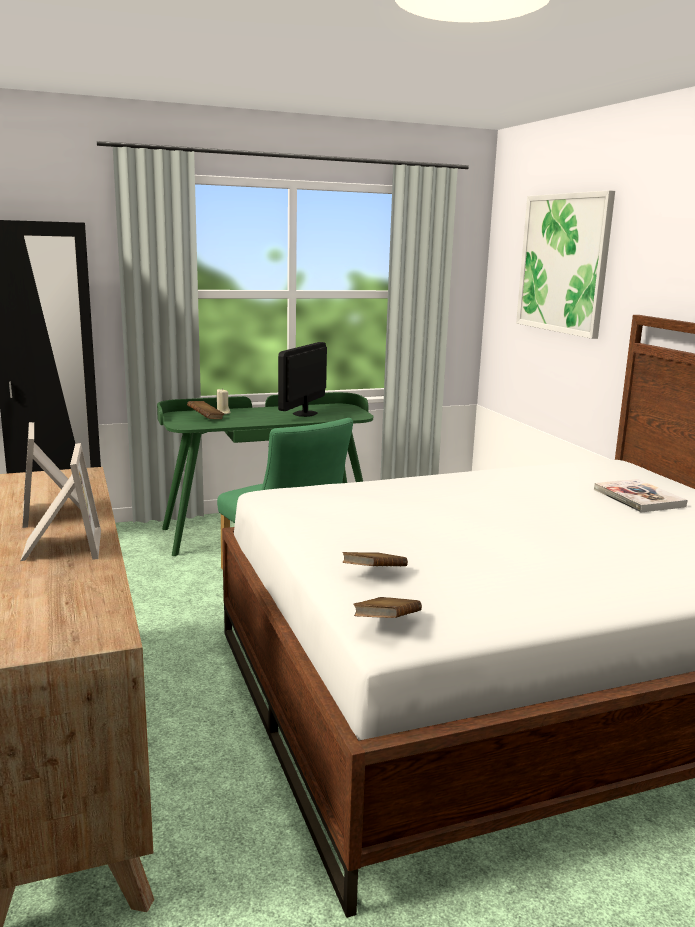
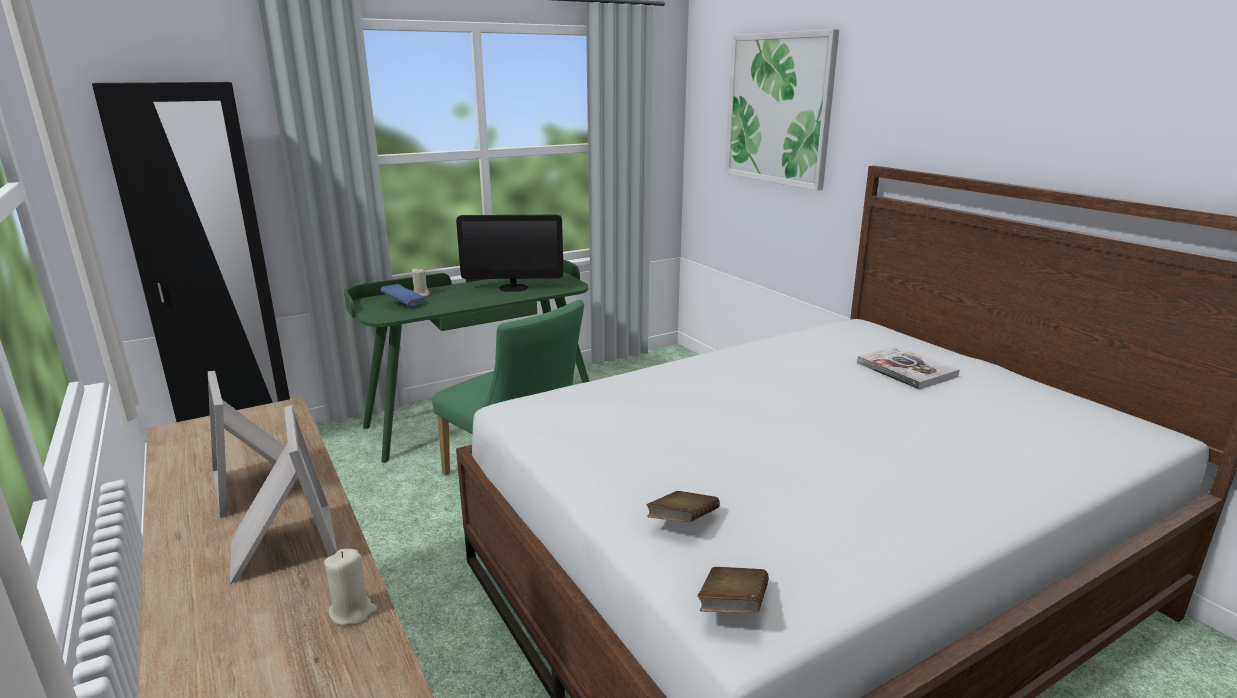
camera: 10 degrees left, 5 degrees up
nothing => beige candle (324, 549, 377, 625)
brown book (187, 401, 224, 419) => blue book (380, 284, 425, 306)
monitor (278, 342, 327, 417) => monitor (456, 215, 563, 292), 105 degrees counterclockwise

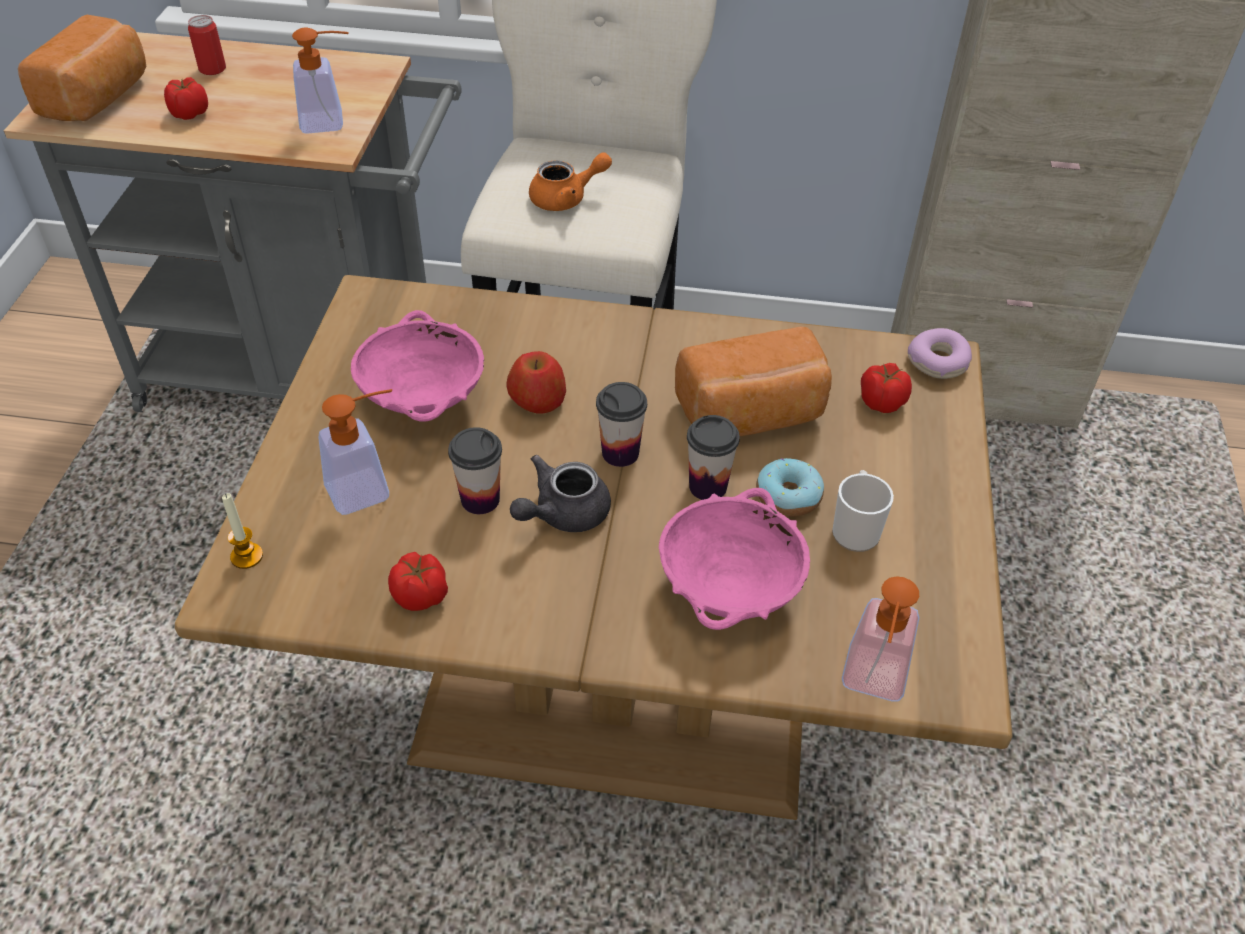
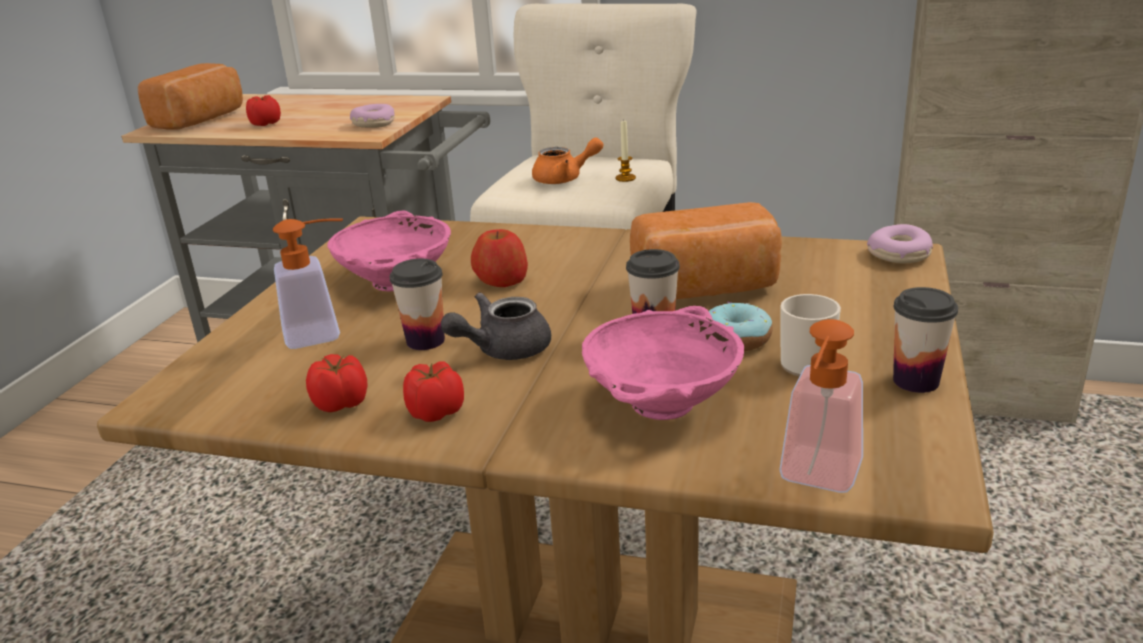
camera: 10 degrees right, 20 degrees down
soap dispenser (292, 28, 349, 134) => donut (350, 104, 395, 128)
tomato (861, 363, 912, 413) => tomato (403, 362, 464, 422), moved
candle (222, 493, 263, 569) => candle (616, 119, 636, 182), moved
cup (596, 382, 647, 467) => cup (893, 287, 958, 393), moved
can (188, 15, 226, 75) => nothing

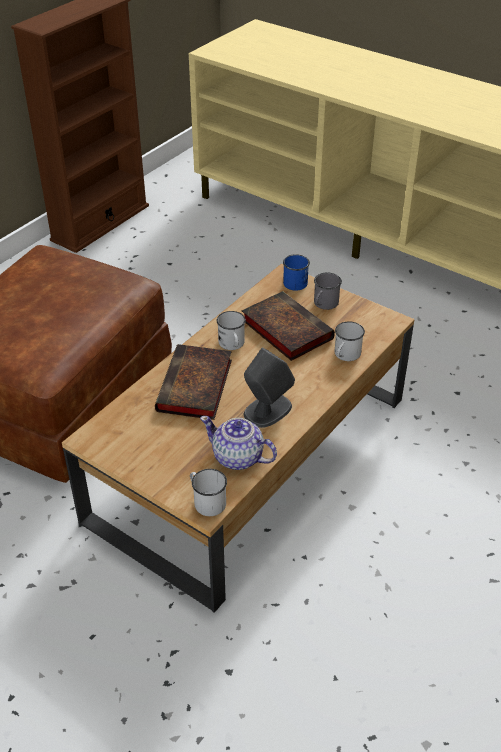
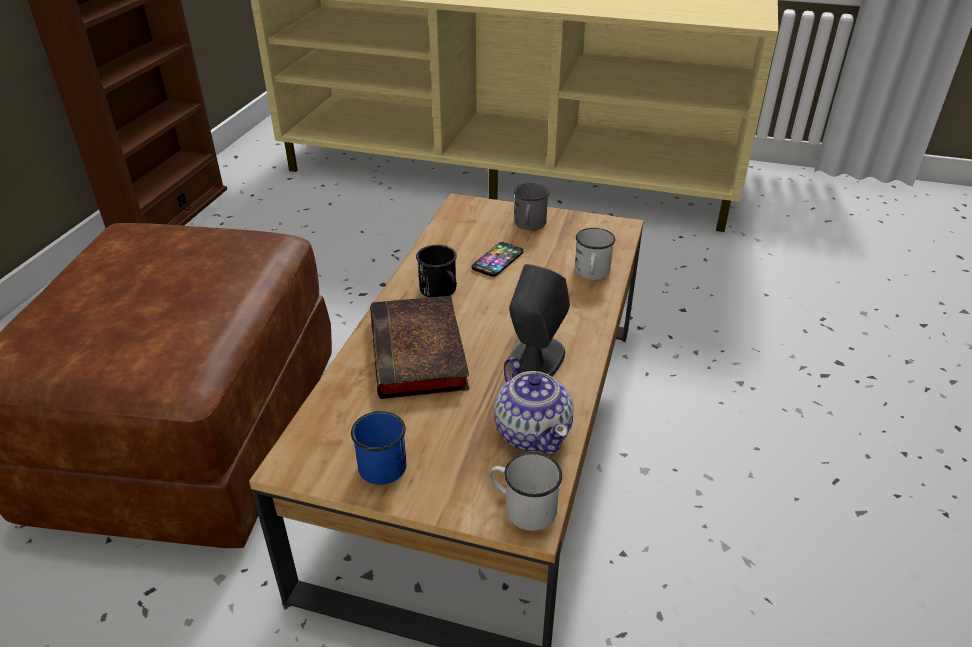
camera: 20 degrees left, 5 degrees down
blue mug (283, 254, 310, 291) => blue mug (351, 411, 407, 485), moved
white mug (217, 311, 246, 350) => black mug (416, 245, 457, 297)
book (242, 291, 335, 361) => phone (472, 242, 524, 277)
teapot (200, 416, 277, 470) => teapot (494, 357, 573, 455), 120 degrees counterclockwise

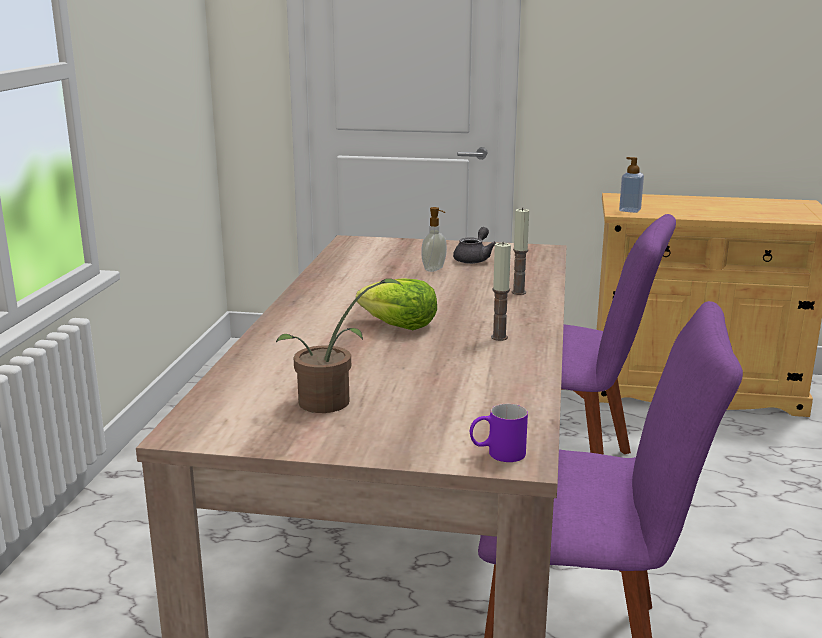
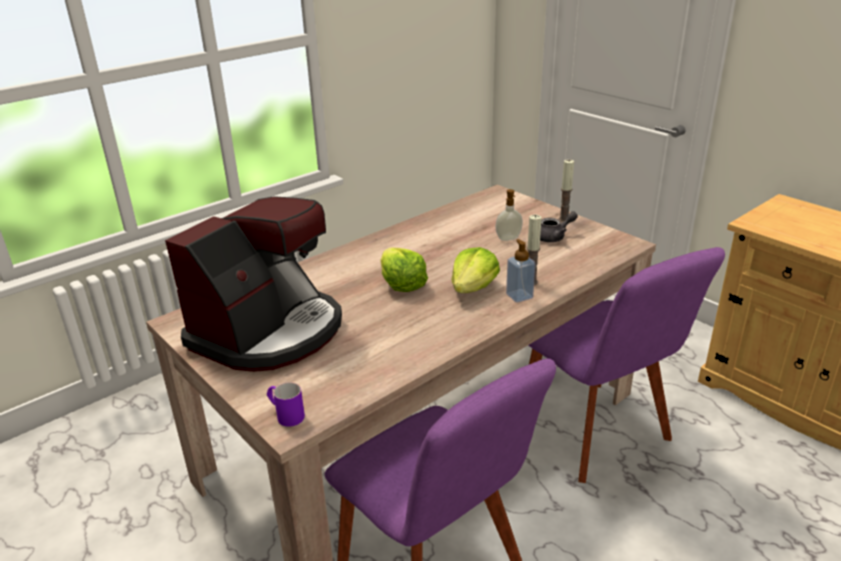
camera: 40 degrees right, 10 degrees up
potted plant (276, 278, 403, 413) => coffee machine (165, 196, 342, 372)
nothing => lettuce (452, 247, 500, 293)
soap dispenser (619, 157, 644, 213) => soap dispenser (506, 239, 535, 303), moved
candle (491, 241, 511, 341) => candle (559, 159, 574, 221), moved

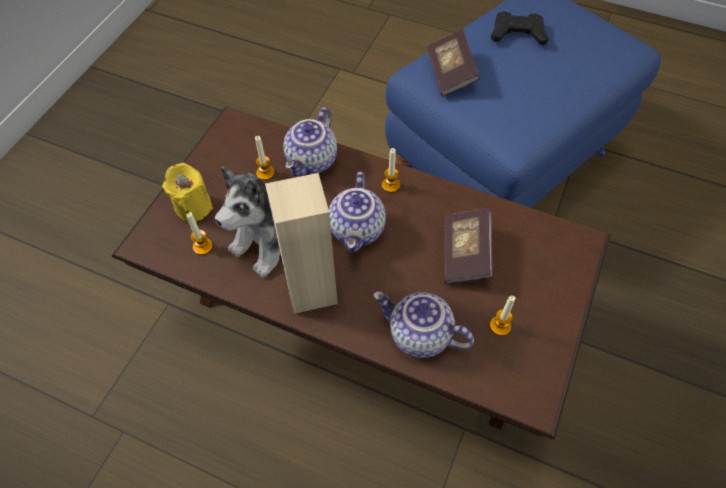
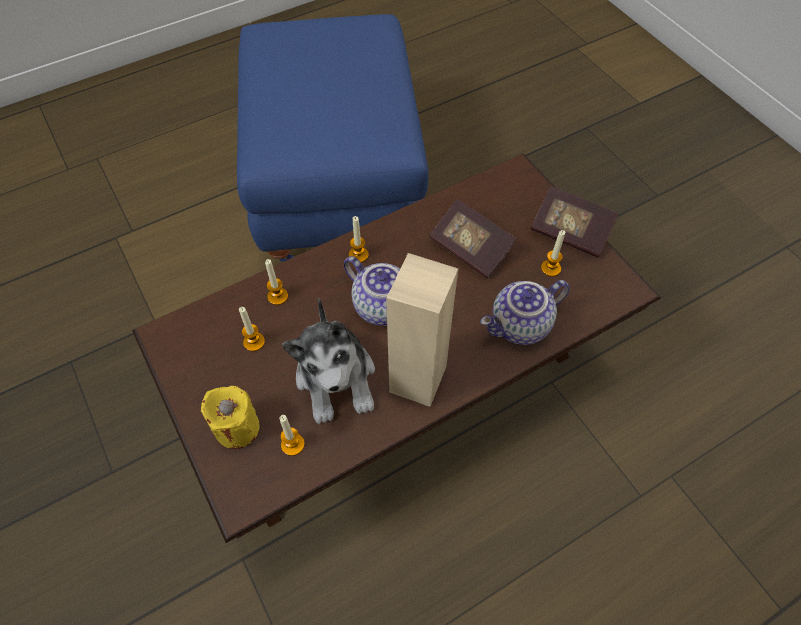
camera: 55 degrees left, 0 degrees up
teapot (283, 107, 337, 177) => candle (265, 259, 288, 305)
book (427, 29, 480, 97) => book (531, 186, 619, 257), moved
black game controller (491, 11, 549, 46) => nothing

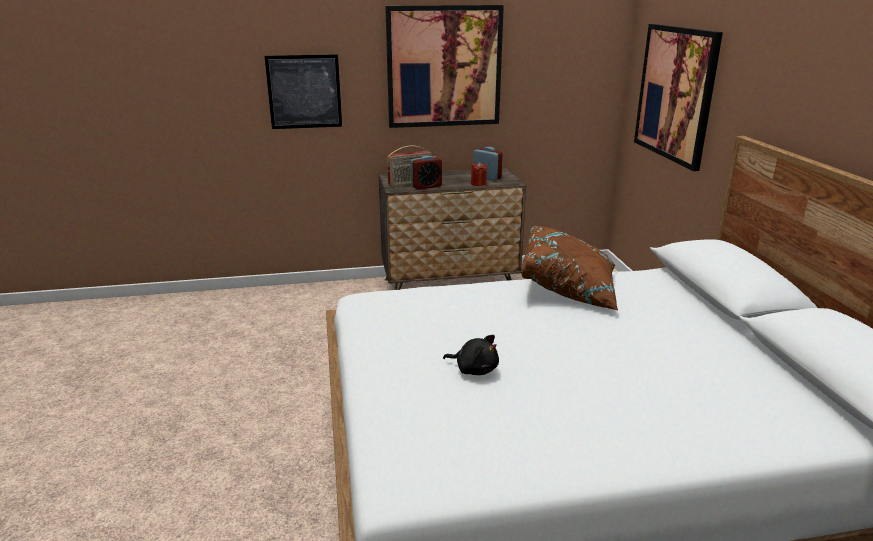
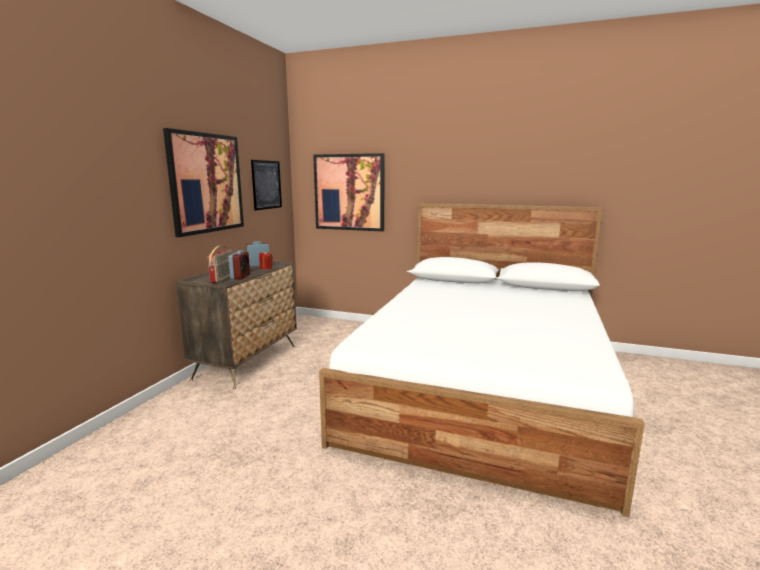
camera: 60 degrees left, 10 degrees down
picture (265, 54, 342, 129) => picture (251, 160, 282, 210), moved
black plush toy (443, 335, 499, 375) => nothing
brown pillow (521, 226, 618, 310) => nothing

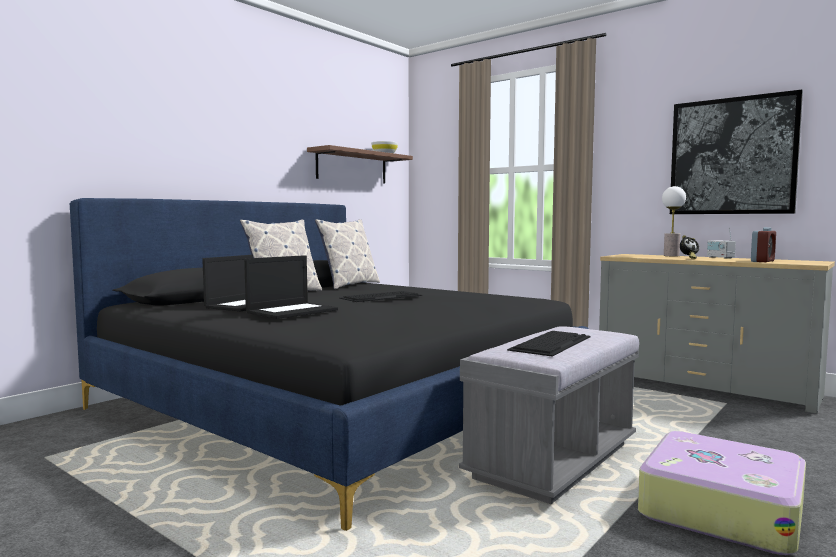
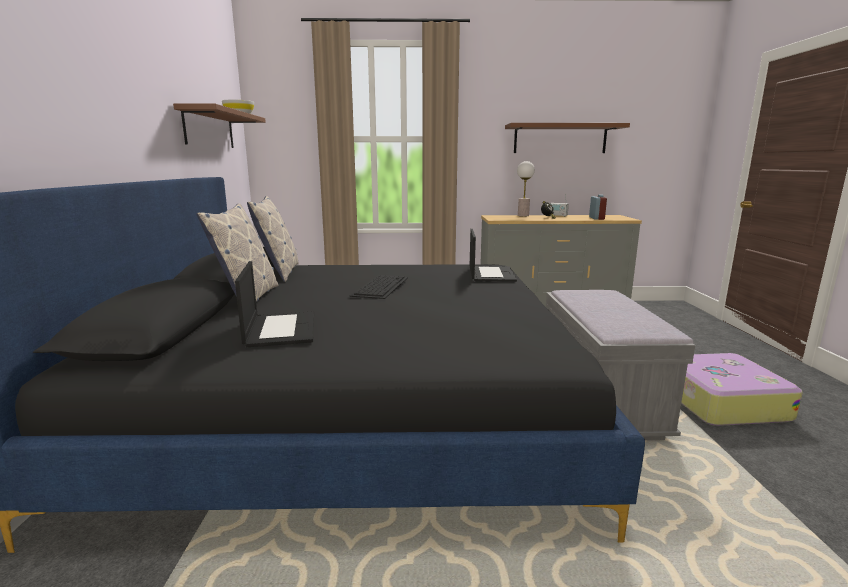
camera: 40 degrees left, 10 degrees up
laptop (244, 255, 338, 319) => laptop (470, 229, 517, 282), moved
picture (670, 90, 803, 214) => brown shelf (505, 123, 630, 153)
keyboard (507, 331, 591, 357) => nothing

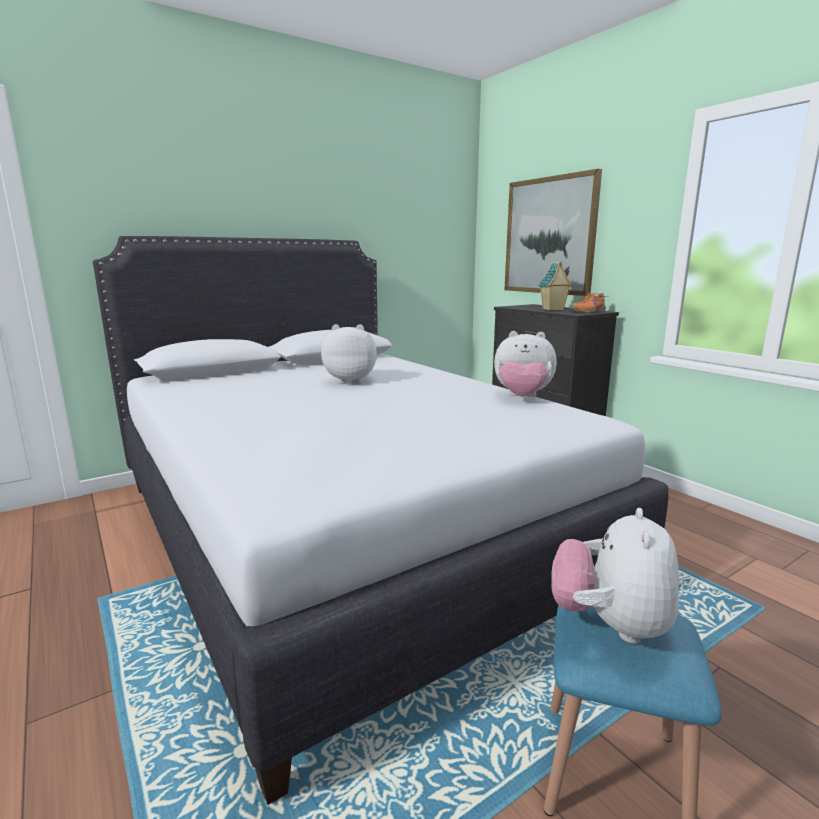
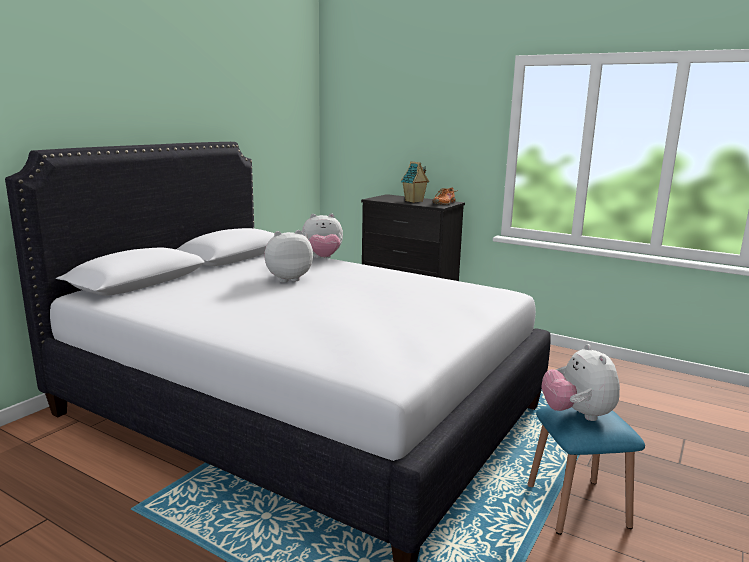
camera: 25 degrees left, 0 degrees up
plush toy (494, 331, 557, 397) => plush toy (302, 213, 343, 258), moved
picture (504, 169, 602, 296) => nothing

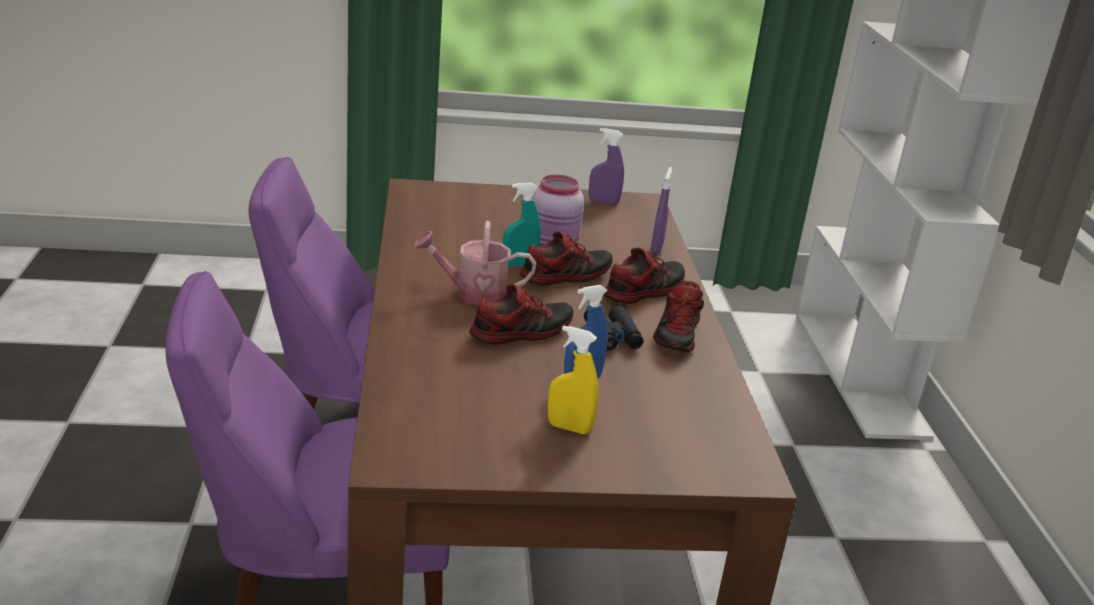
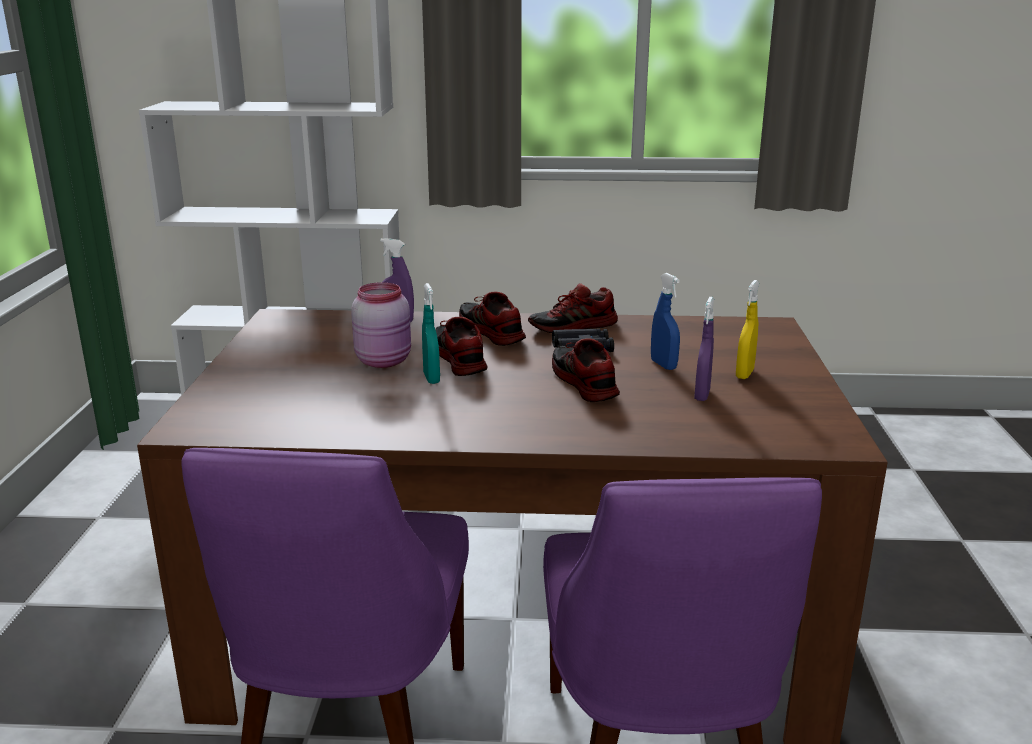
camera: 80 degrees left, 5 degrees down
shoe (653, 280, 704, 352) => shoe (528, 283, 618, 333), 135 degrees clockwise
purple spray bottle (589, 128, 624, 205) => purple spray bottle (694, 297, 714, 401), moved
watering can (413, 221, 536, 305) => nothing

